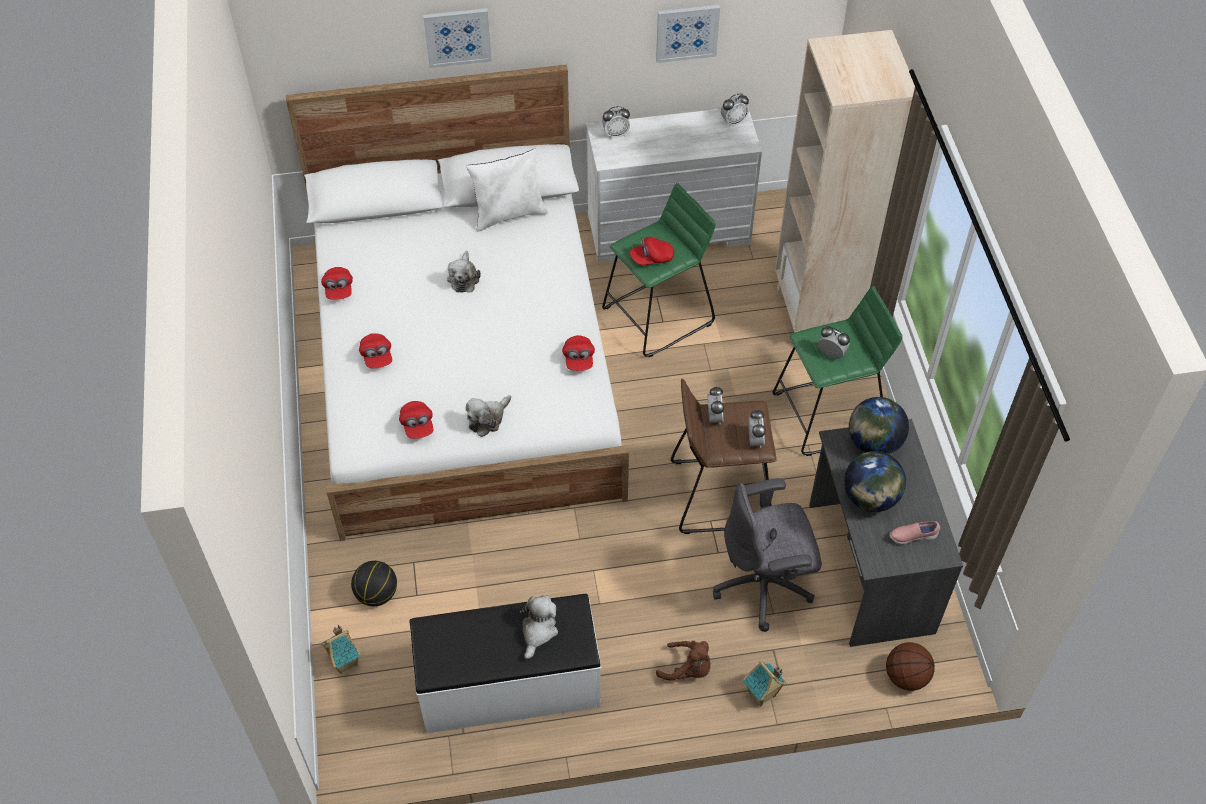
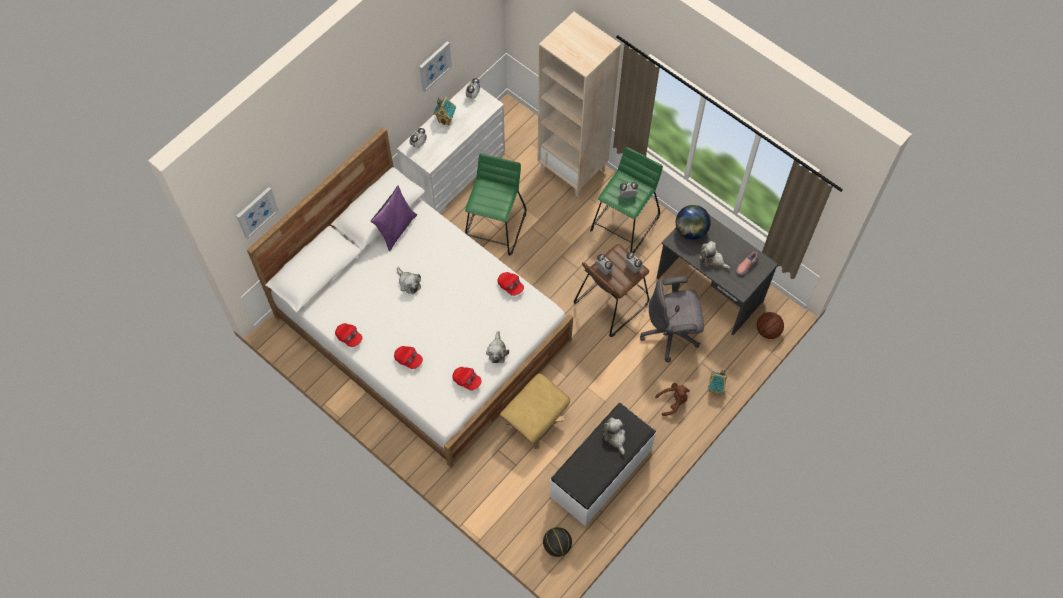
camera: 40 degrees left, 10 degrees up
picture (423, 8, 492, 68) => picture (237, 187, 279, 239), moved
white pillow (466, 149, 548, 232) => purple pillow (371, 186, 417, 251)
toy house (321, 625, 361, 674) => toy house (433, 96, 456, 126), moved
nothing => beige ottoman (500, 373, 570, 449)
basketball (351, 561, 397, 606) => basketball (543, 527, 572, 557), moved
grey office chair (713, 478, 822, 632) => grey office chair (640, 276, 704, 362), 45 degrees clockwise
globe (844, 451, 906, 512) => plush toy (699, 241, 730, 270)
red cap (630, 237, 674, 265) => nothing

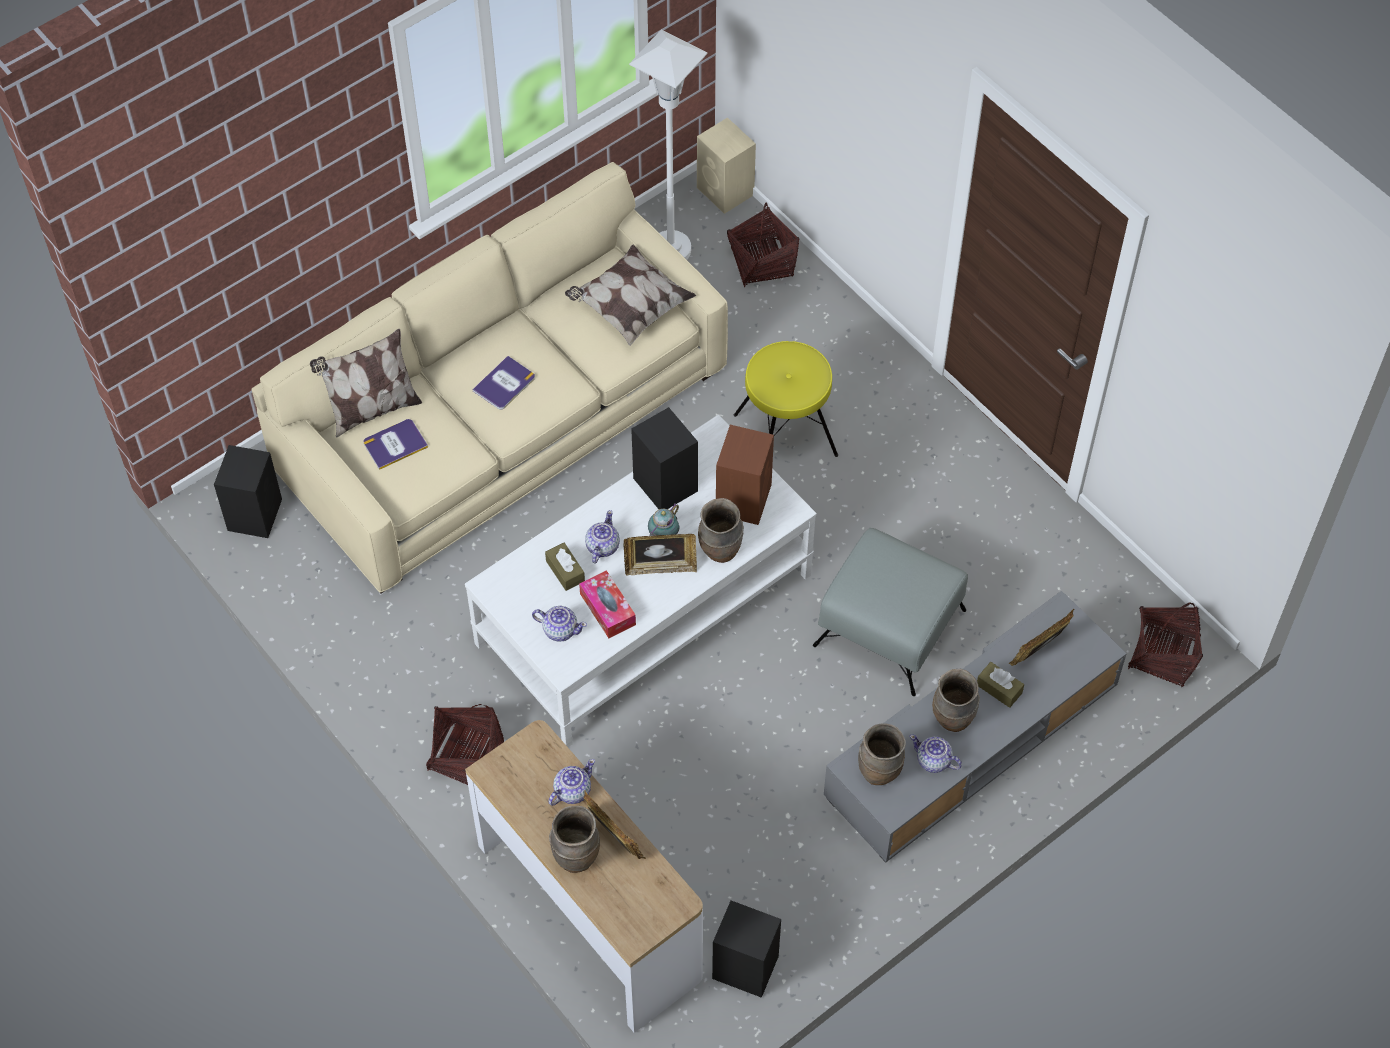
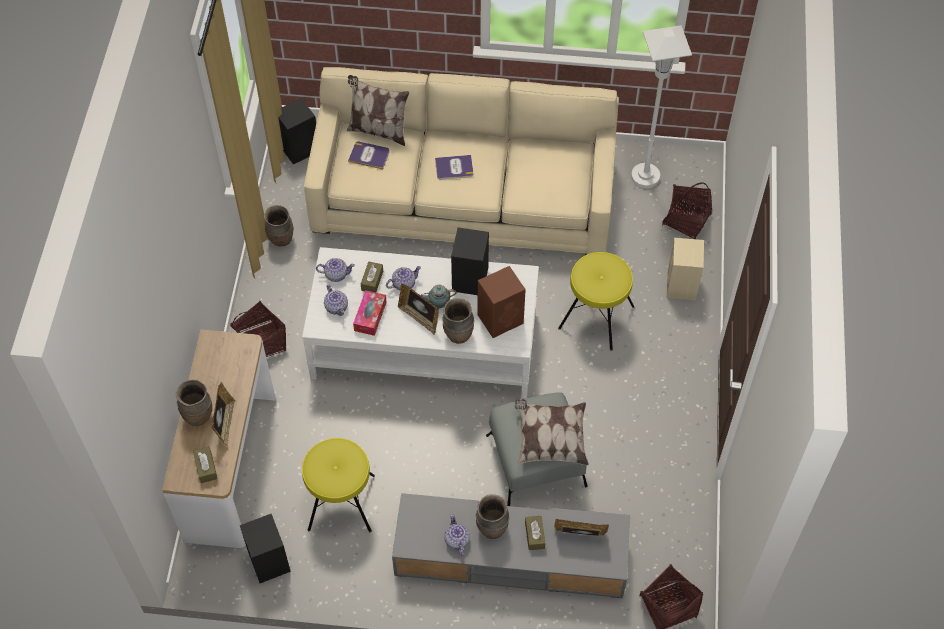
camera: 45 degrees right, 0 degrees up
nothing => brown tissue box (193, 446, 218, 483)
brown vase (858, 723, 906, 785) => brown vase (264, 205, 294, 247), moved
nothing => yellow stool (302, 438, 375, 532)
teapot (548, 759, 595, 806) => teapot (316, 258, 355, 282), moved
pillow (565, 245, 696, 346) => pillow (515, 399, 589, 465), moved
beige speaker (697, 117, 756, 214) => beige speaker (667, 238, 704, 300), moved

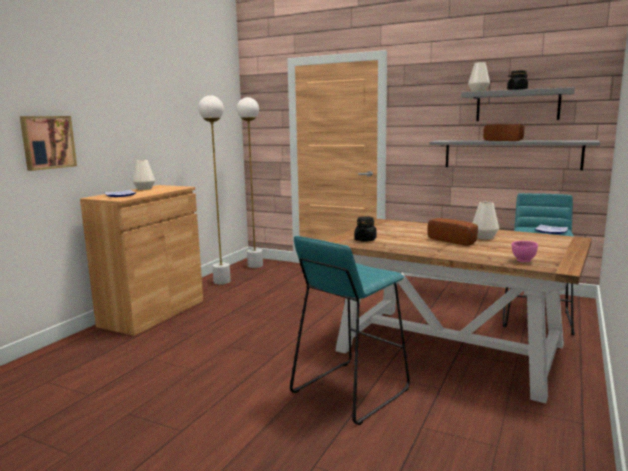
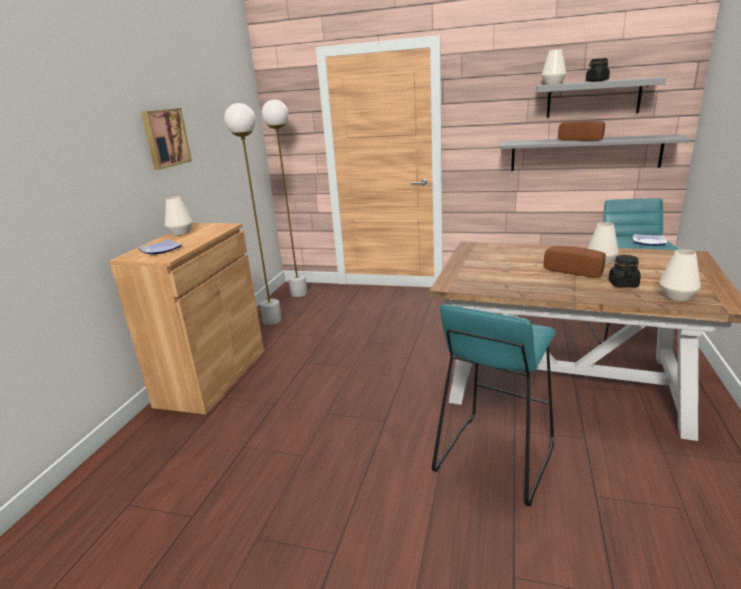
camera: 10 degrees left, 10 degrees up
picture (20, 116, 77, 171) => picture (141, 108, 192, 170), moved
black jar (355, 216, 377, 242) => black jar (609, 255, 641, 288), moved
pink bowl (512, 241, 538, 262) => white vase (659, 250, 701, 301)

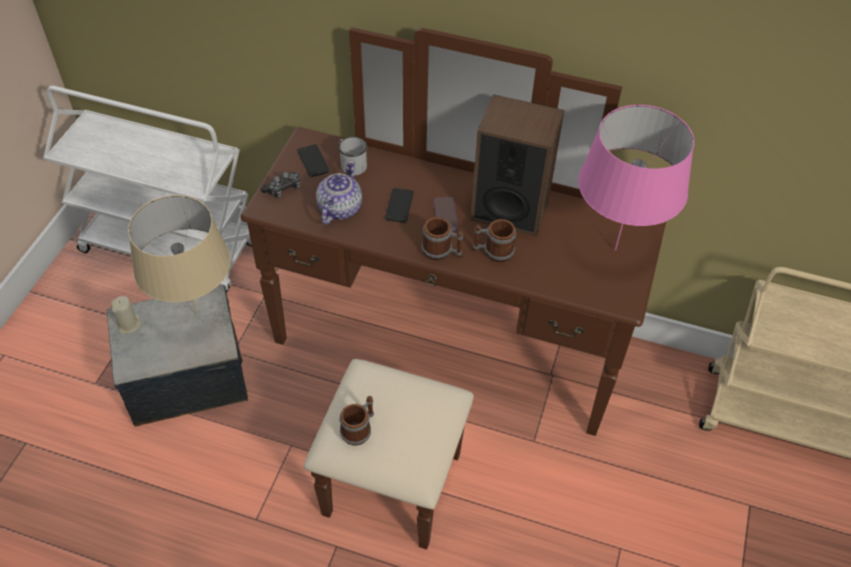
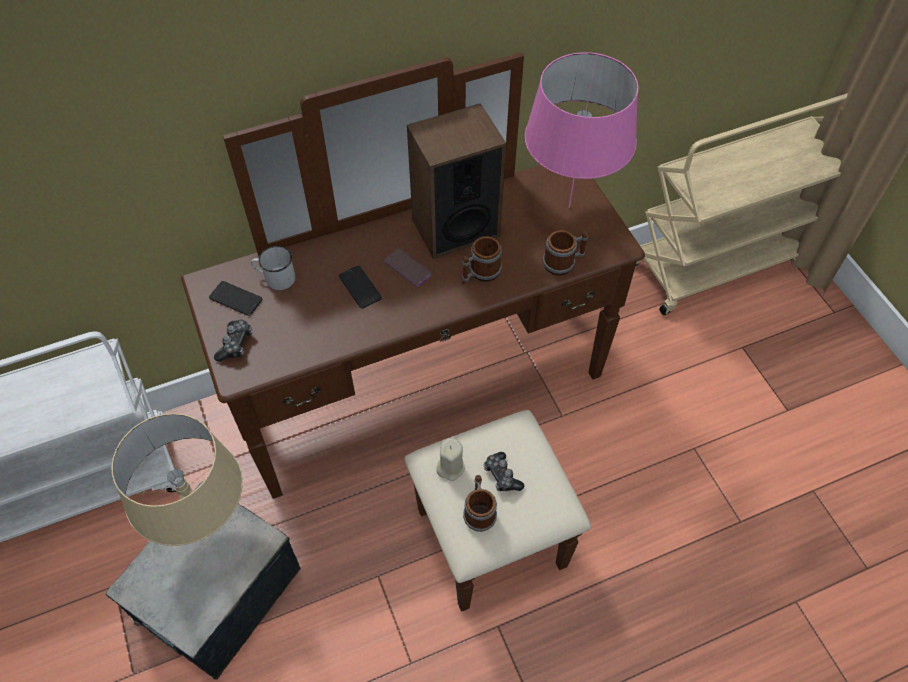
camera: 40 degrees left, 5 degrees up
beige candle (111, 296, 142, 334) => beige candle (436, 438, 465, 481), moved
nothing => game controller (484, 452, 524, 491)
mug (421, 217, 463, 260) => mug (543, 230, 588, 276), moved
teapot (316, 160, 362, 225) => nothing

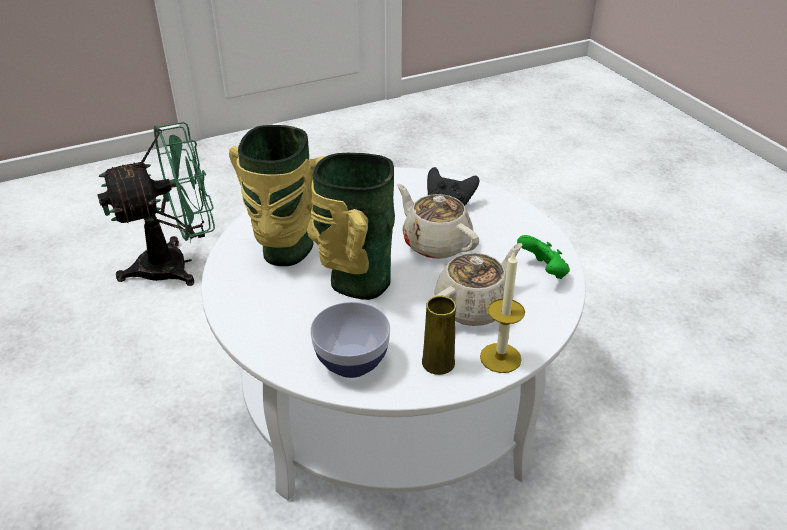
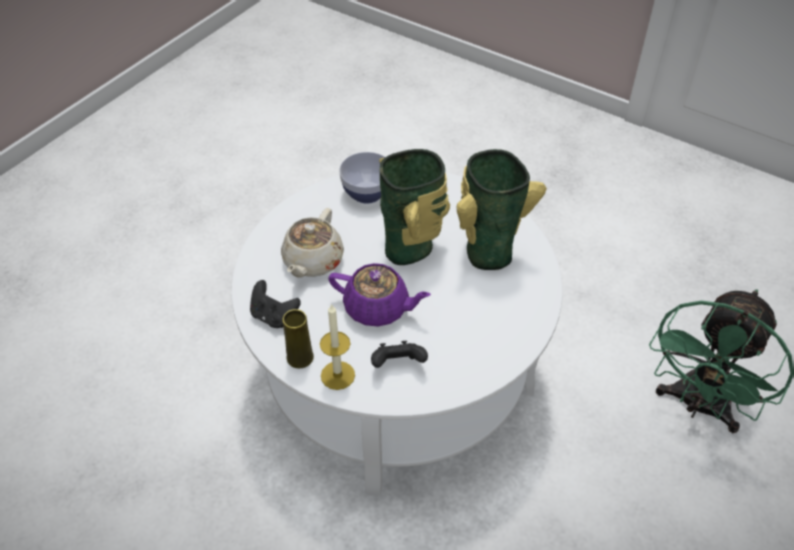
camera: 150 degrees right, 10 degrees up
green game controller (517, 235, 570, 279) => black game controller (250, 280, 301, 328)
yellow vase (422, 296, 456, 375) => yellow vase (282, 309, 314, 368), moved
candle (480, 251, 525, 373) => candle (320, 303, 355, 390), moved
beige teapot (397, 184, 479, 259) => purple teapot (328, 263, 431, 326)

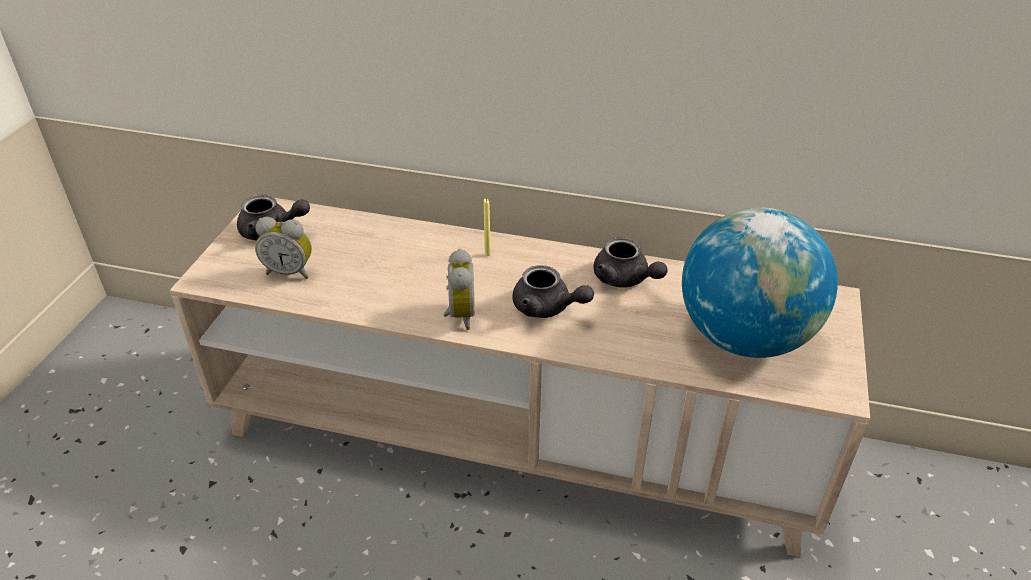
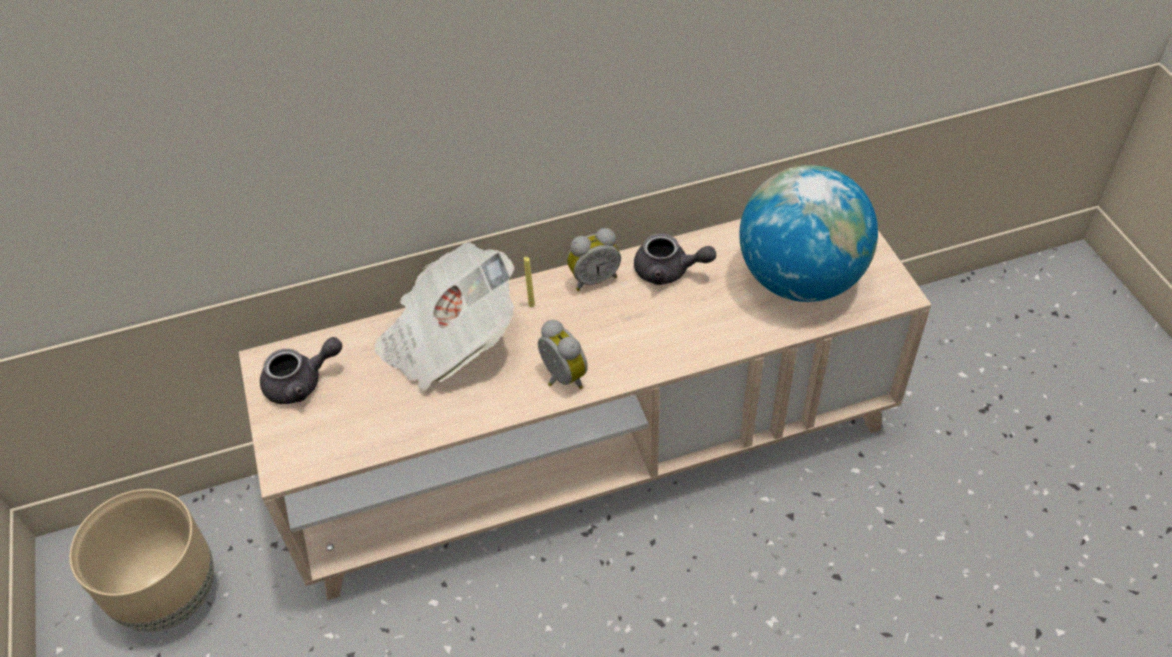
camera: 30 degrees left, 10 degrees up
nothing => beige planter (69, 489, 214, 632)
nothing => newspaper (375, 242, 515, 391)
alarm clock (255, 217, 312, 279) => alarm clock (567, 228, 621, 291), moved
grey teapot (512, 265, 594, 318) => nothing

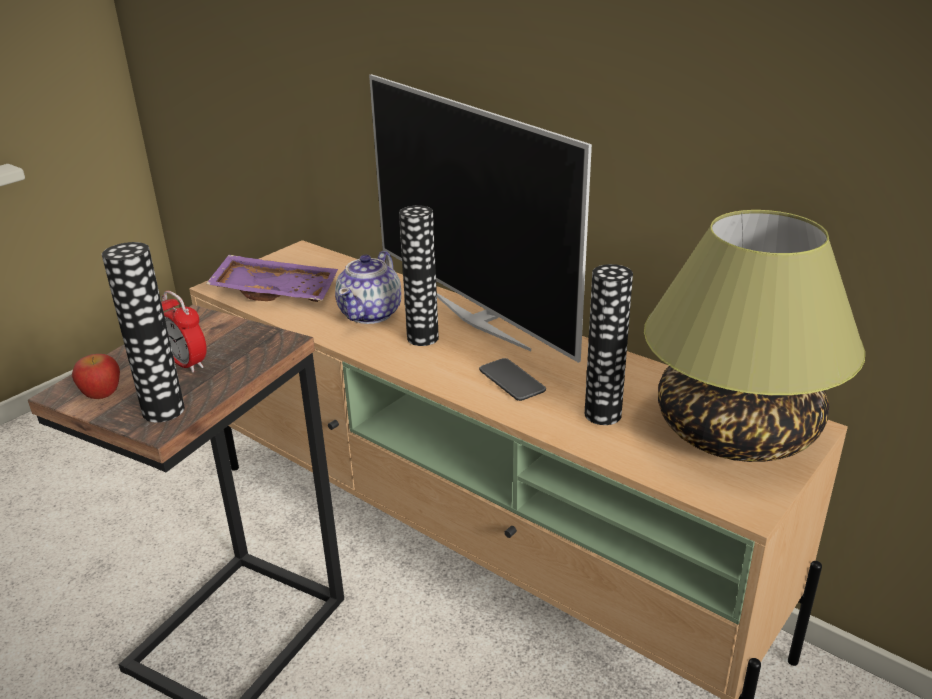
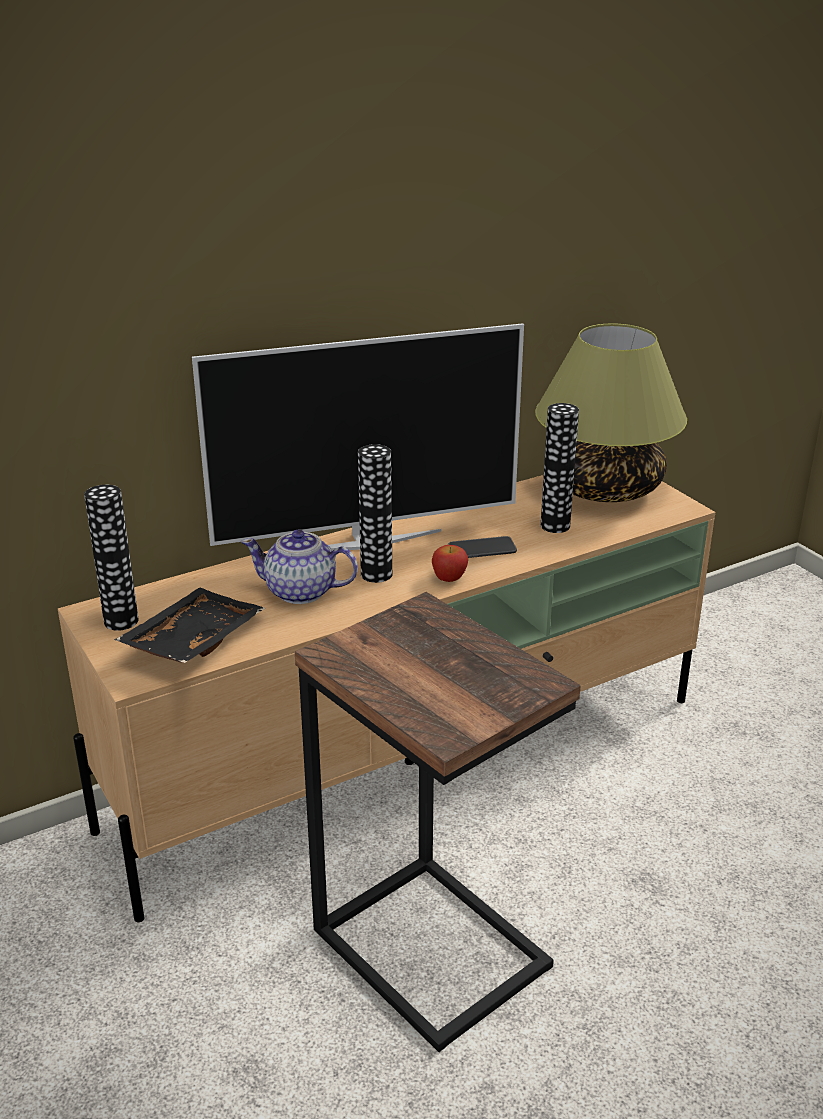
camera: 70 degrees left, 0 degrees up
vase (102, 242, 185, 422) => vase (84, 485, 138, 631), moved
purple tray (206, 255, 338, 302) => black tray (115, 587, 265, 663)
teapot (335, 251, 401, 324) => teapot (241, 530, 358, 604), 150 degrees clockwise
apple (72, 354, 120, 399) => apple (432, 545, 468, 582), moved
alarm clock (161, 291, 207, 373) => nothing

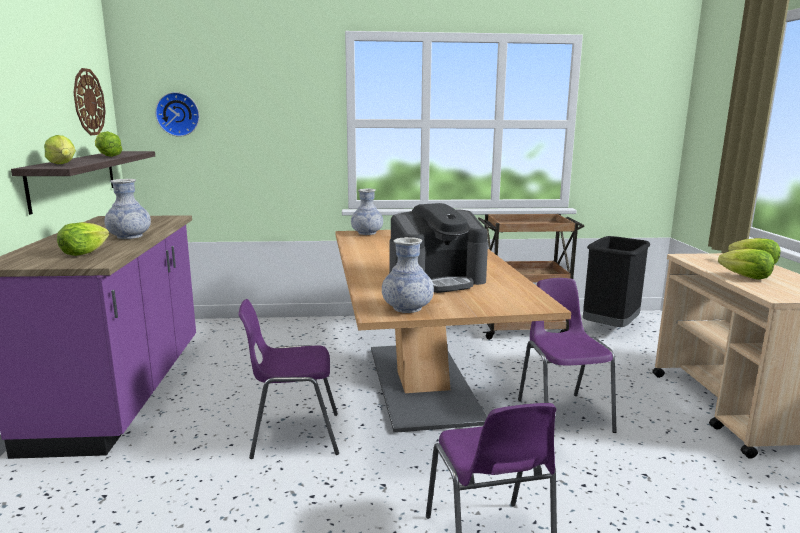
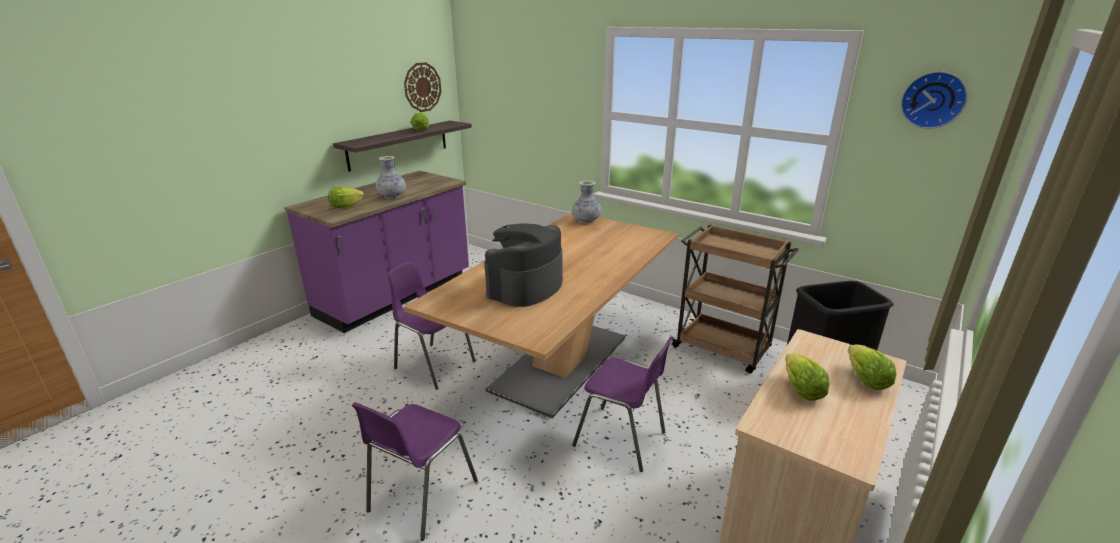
camera: 40 degrees right, 10 degrees up
coffee machine (389, 203, 488, 293) => coffee machine (485, 224, 563, 307), 105 degrees clockwise
purple chair (518, 278, 616, 433) => purple chair (572, 336, 674, 472), 90 degrees clockwise
wall clock (155, 92, 200, 137) => wall clock (901, 71, 967, 129), moved
lettuce (44, 135, 76, 164) => nothing
vase (382, 237, 434, 313) => nothing

